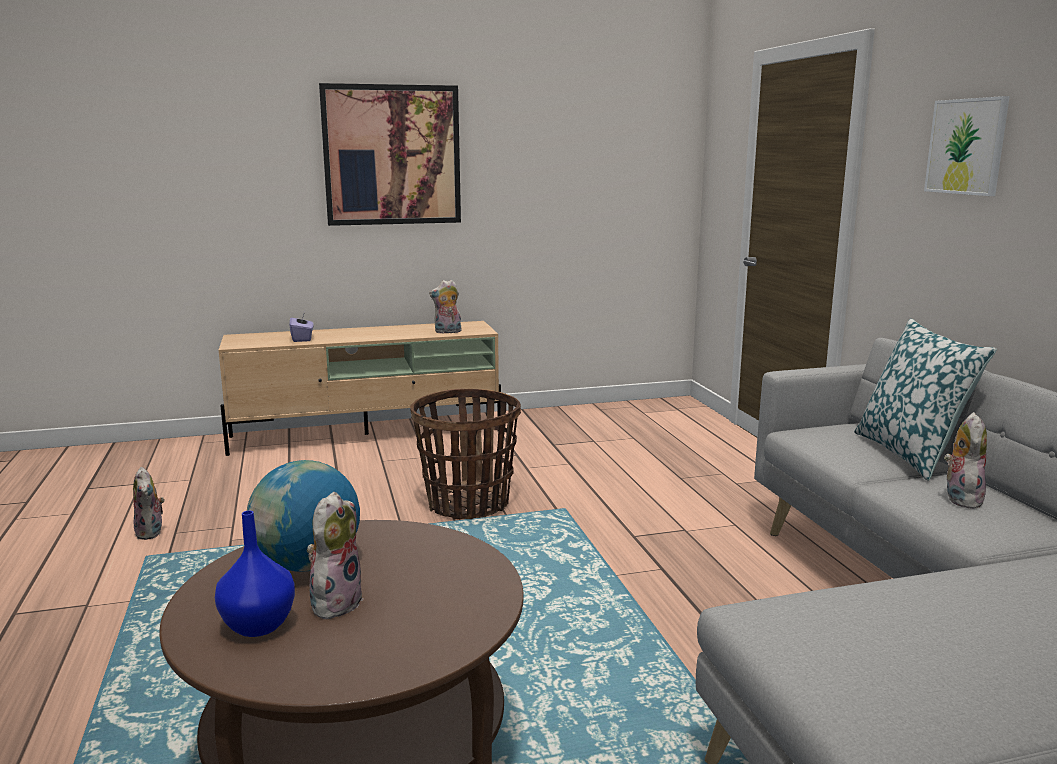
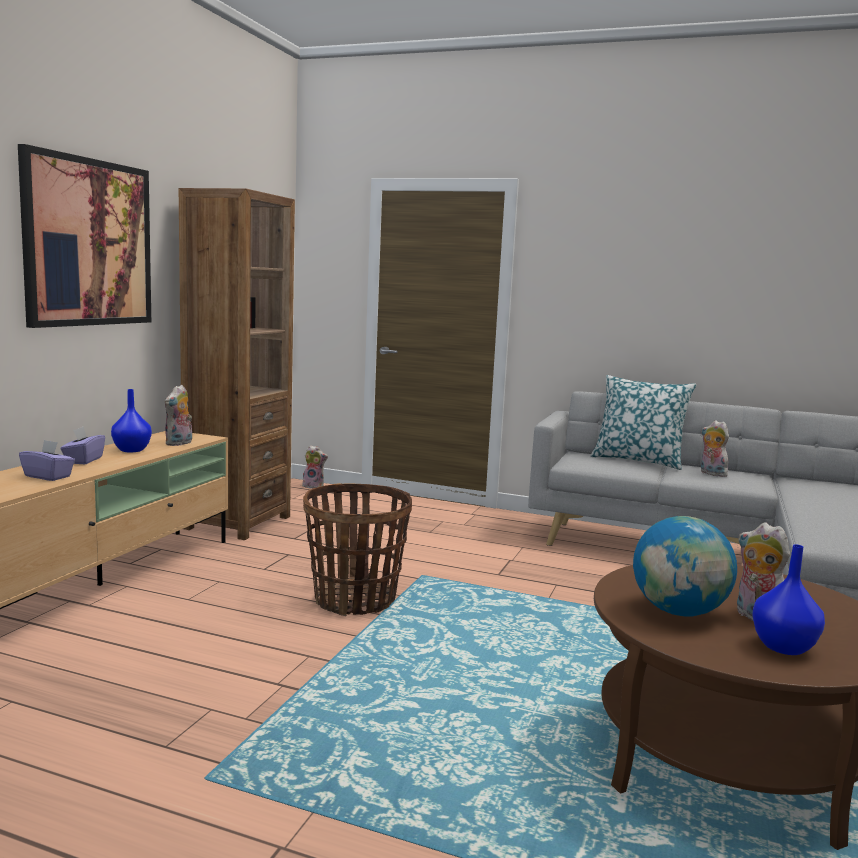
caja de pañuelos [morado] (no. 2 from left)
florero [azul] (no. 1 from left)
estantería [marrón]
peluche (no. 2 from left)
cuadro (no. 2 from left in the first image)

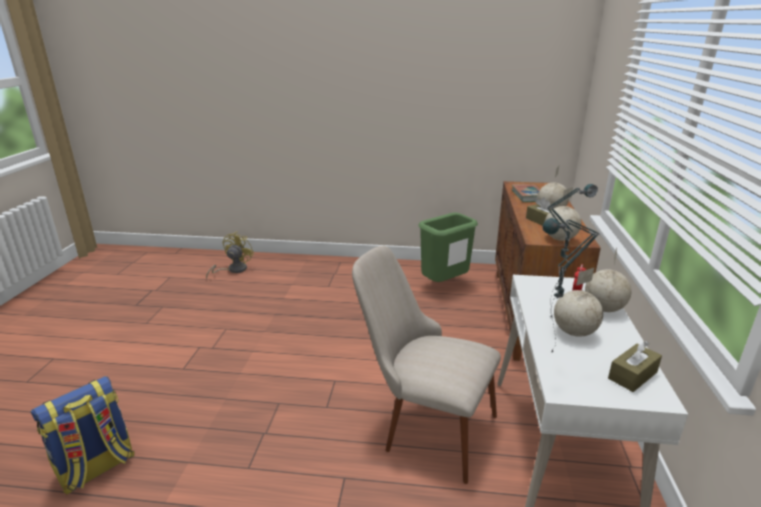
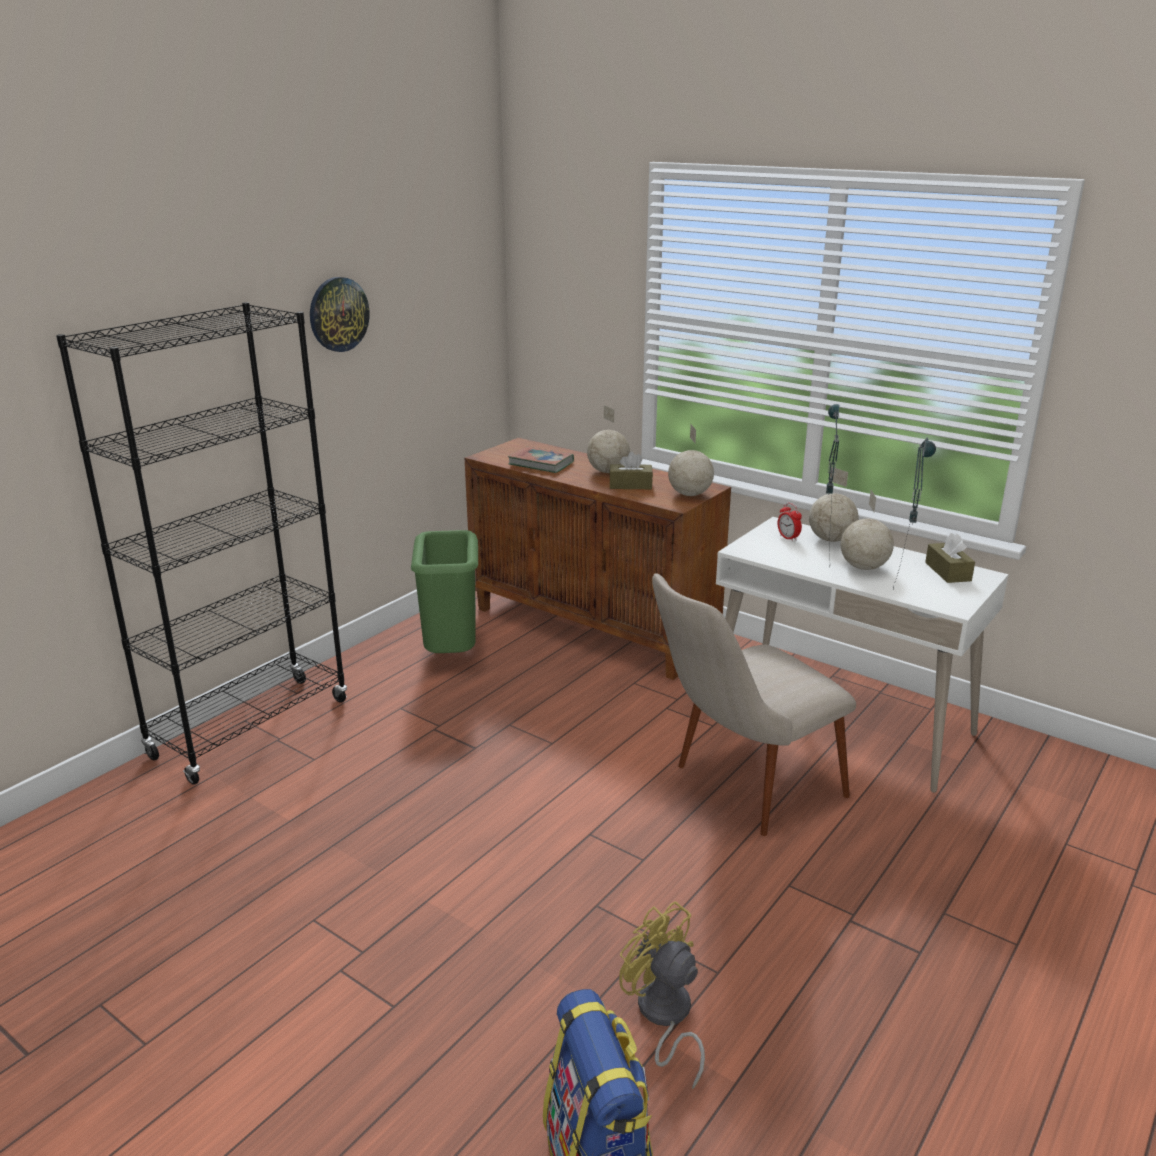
estantería [negro]
reloj de pared
ventilador [amarillo]

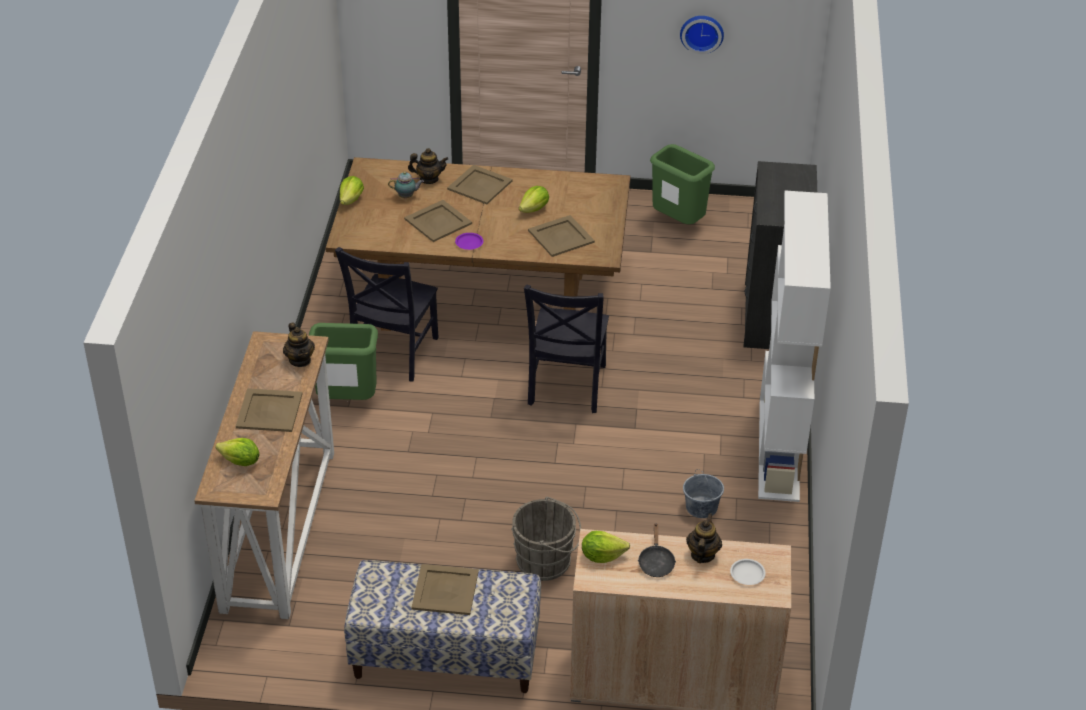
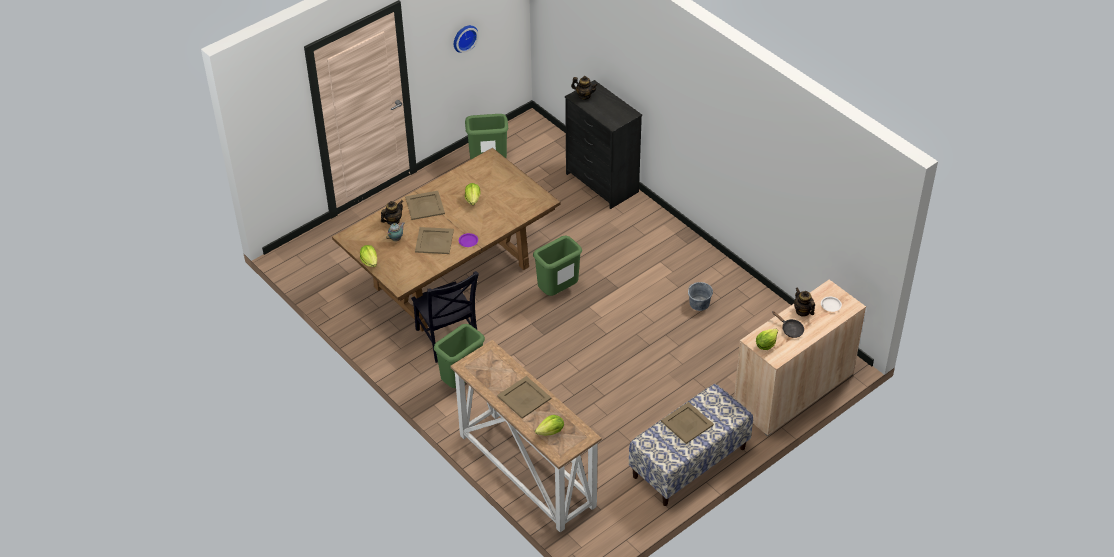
papelera [verde] (no. 3 from left)
tetera (no. 3 from left)
cubo [gris] (no. 1 from left in the first image)
bandeja [beis] (no. 5 from left in the first image)
estantería [blanco]

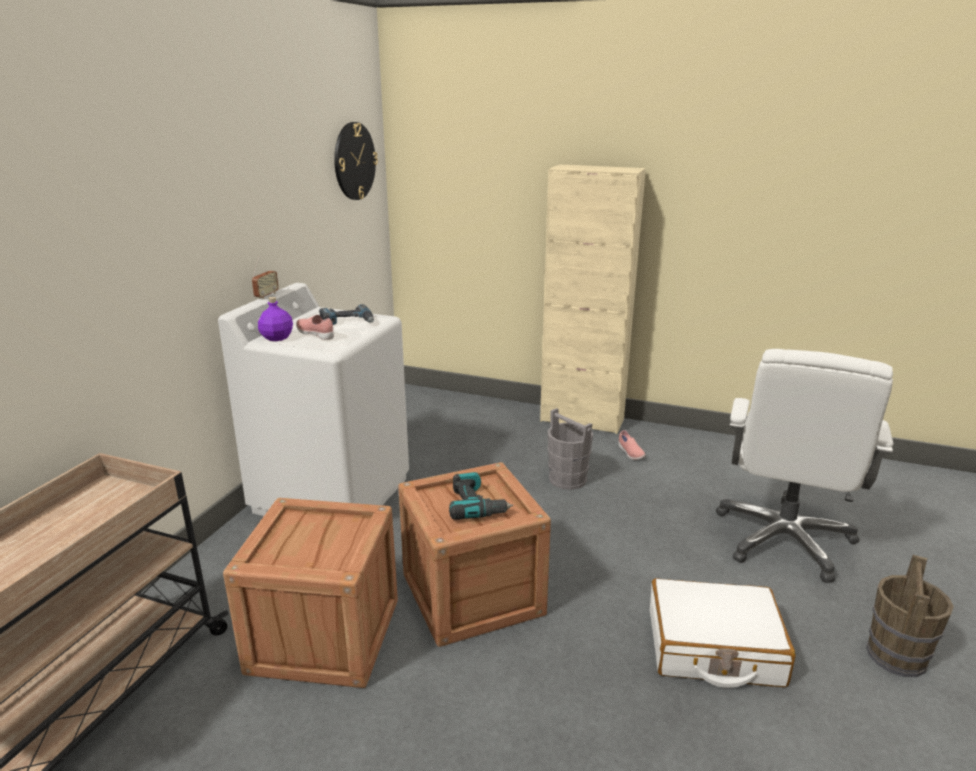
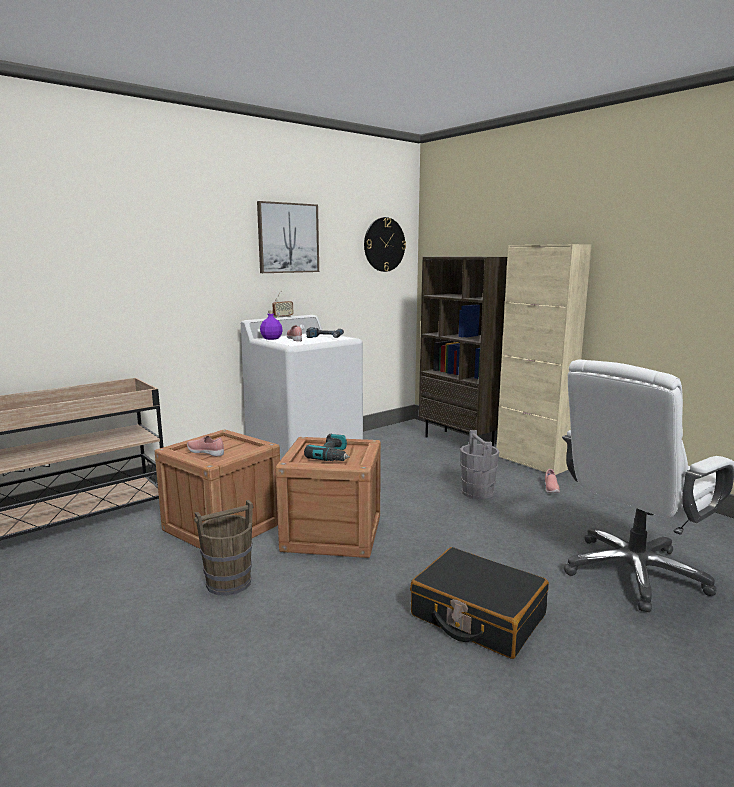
zapato [rosa] (no. 1 from left)
cubo [marrón]
cuadro
maleta [negro]
estantería [marrón]

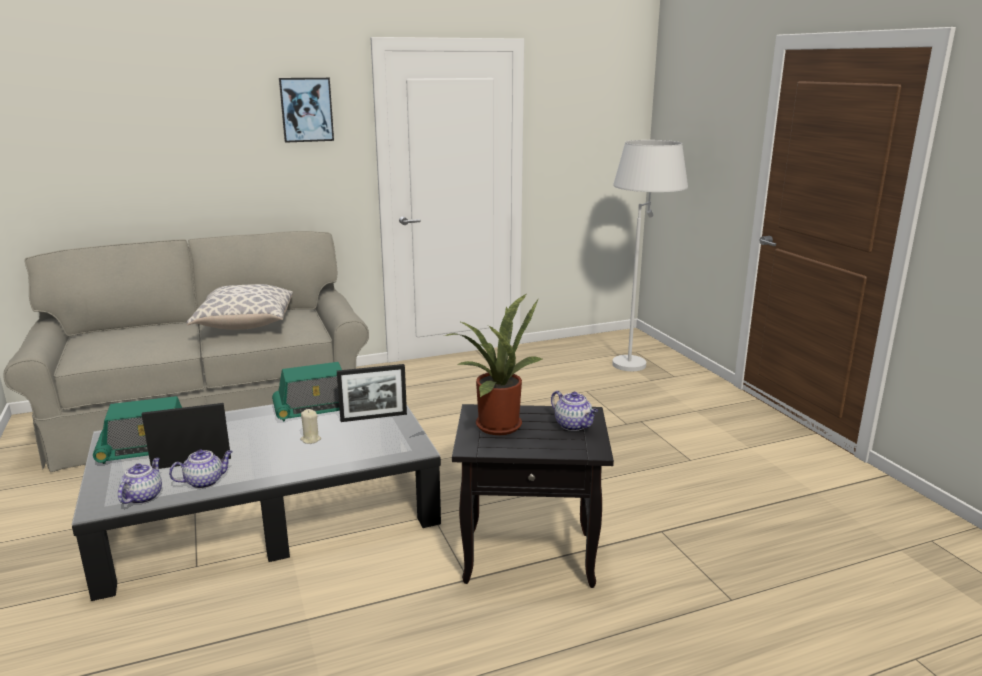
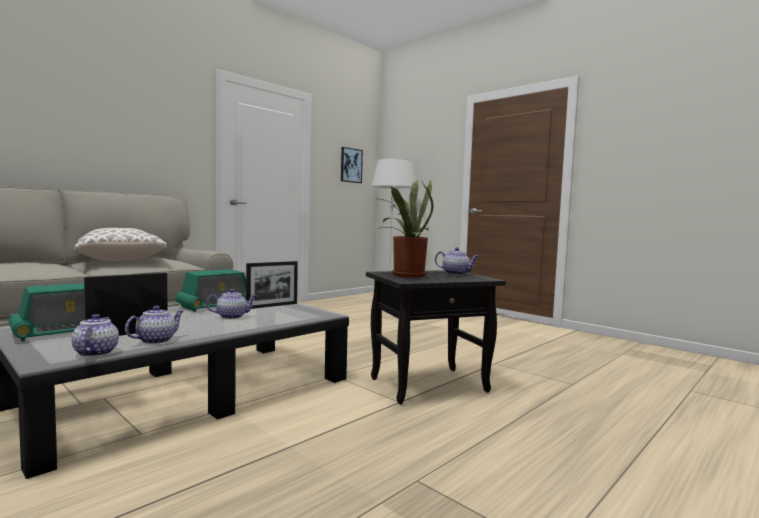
tetera (no. 3 from left)
cuadro

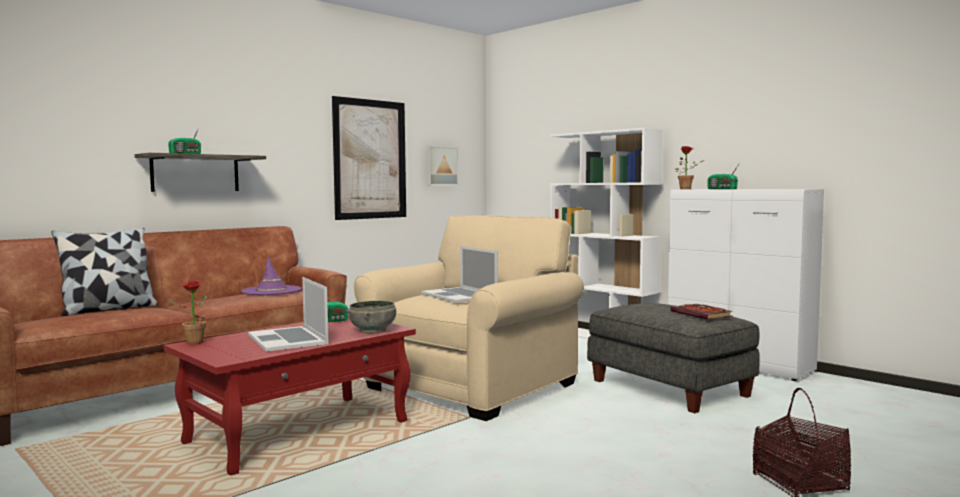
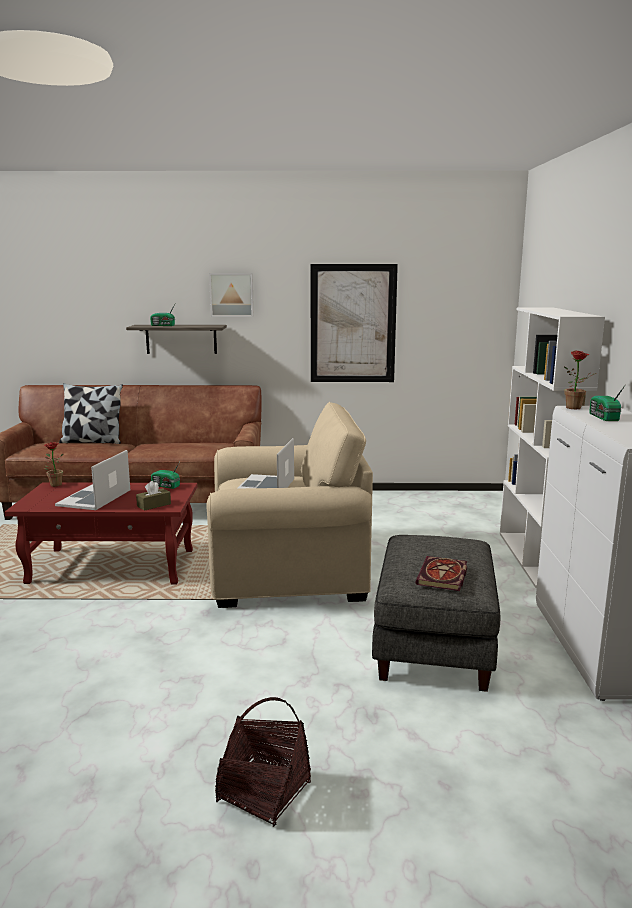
caja de pañuelos [marrón]
cuadro (no. 1 from left)
sombrero [morado]

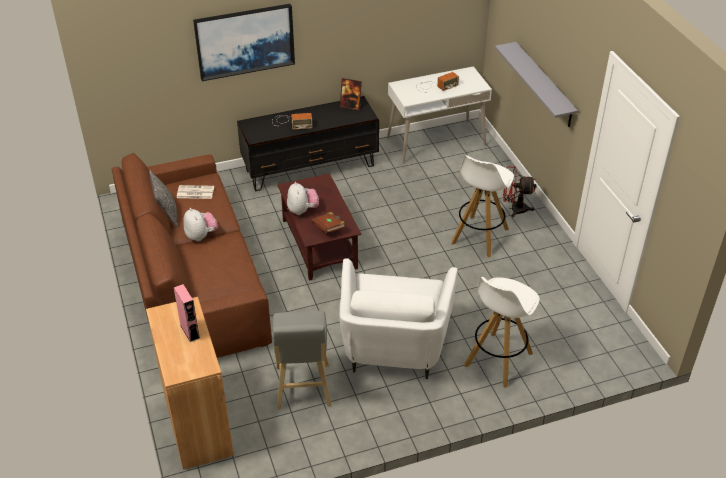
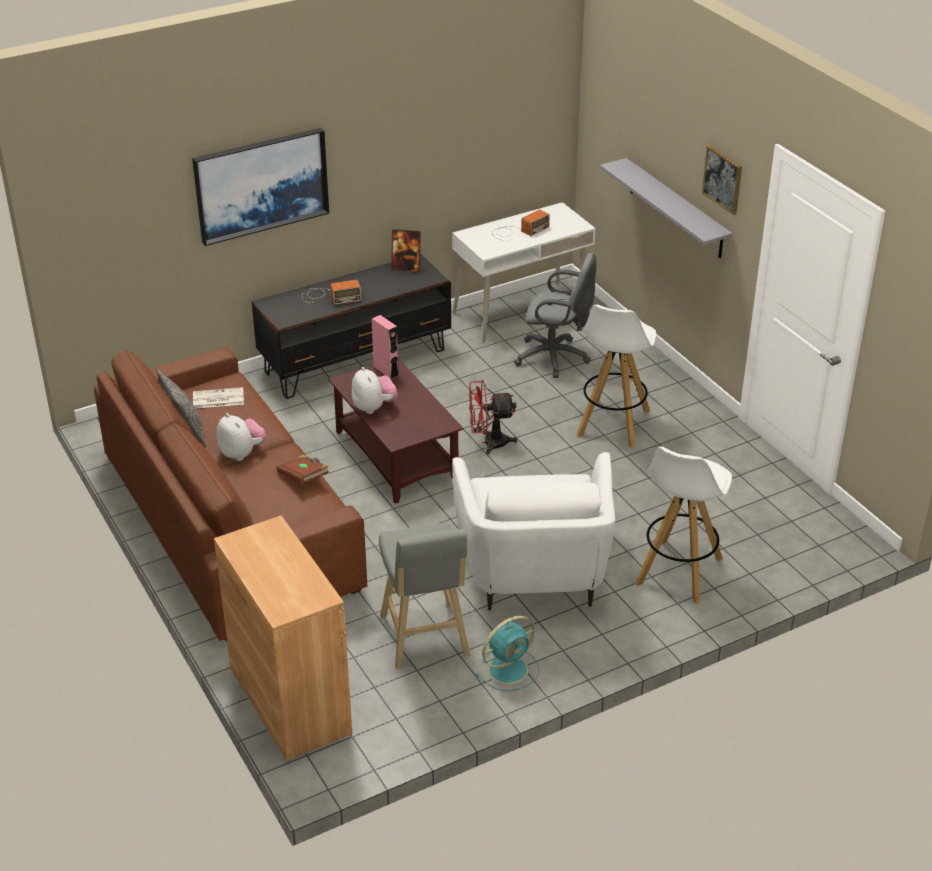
libro [marrón]
altavoz [rosa]
ventilador [rojo]
ventilador [turquesa]
silla de oficina [gris]
cuadro (no. 2 from left)

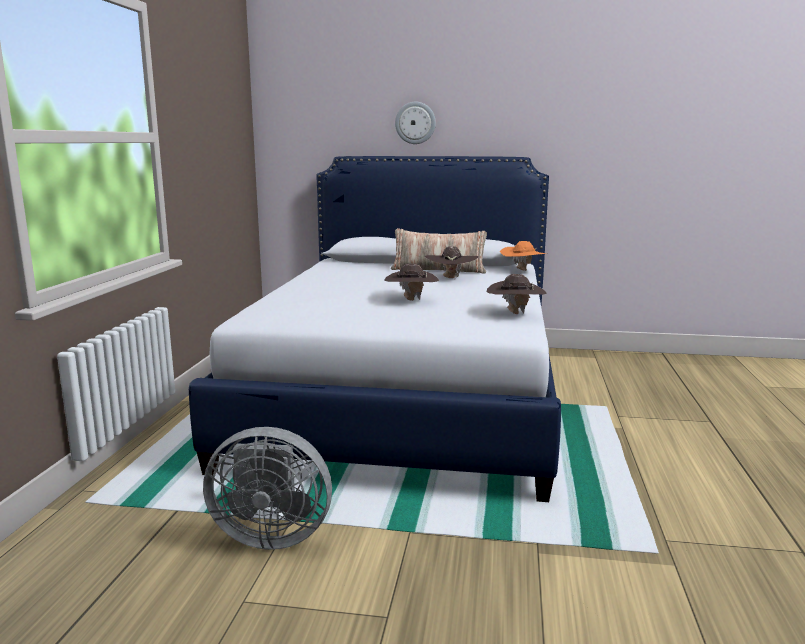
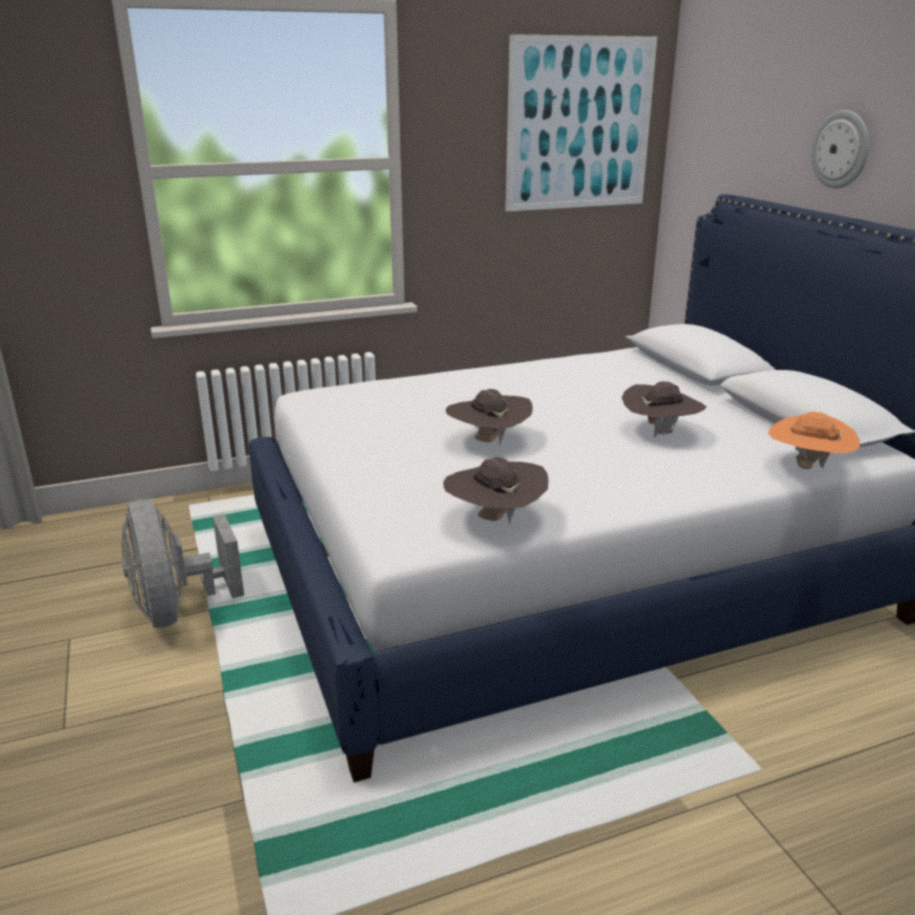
cuadro
cojín

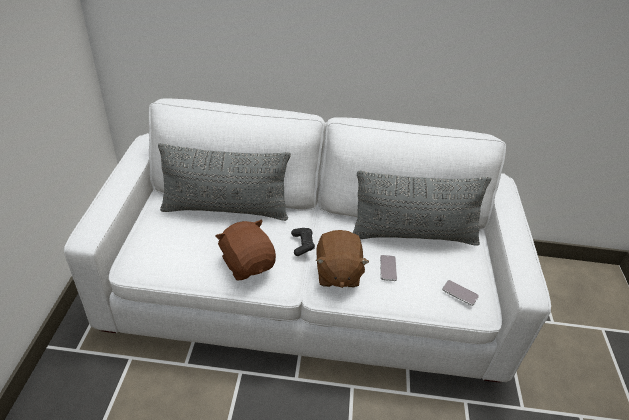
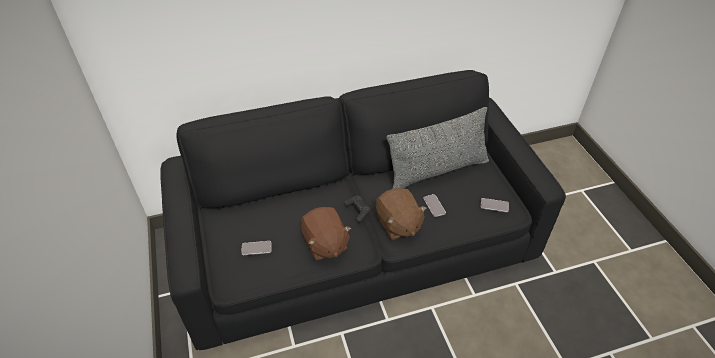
sofá [negro]
móvil (no. 1 from left)
peluche [marrón] (no. 1 from left)
cojín [gris] (no. 1 from left in the first image)

